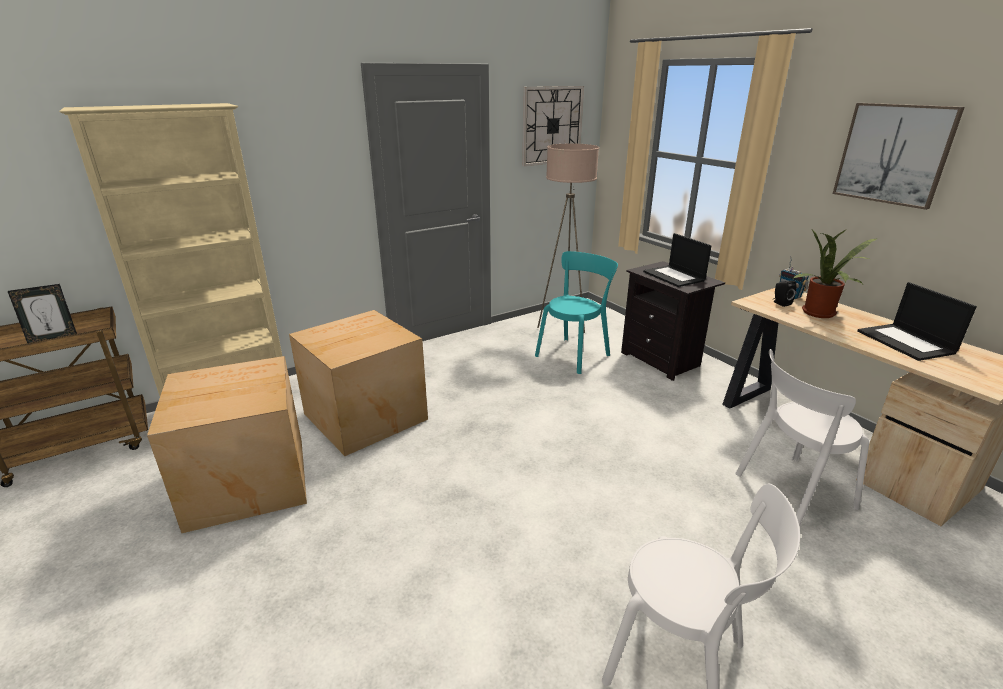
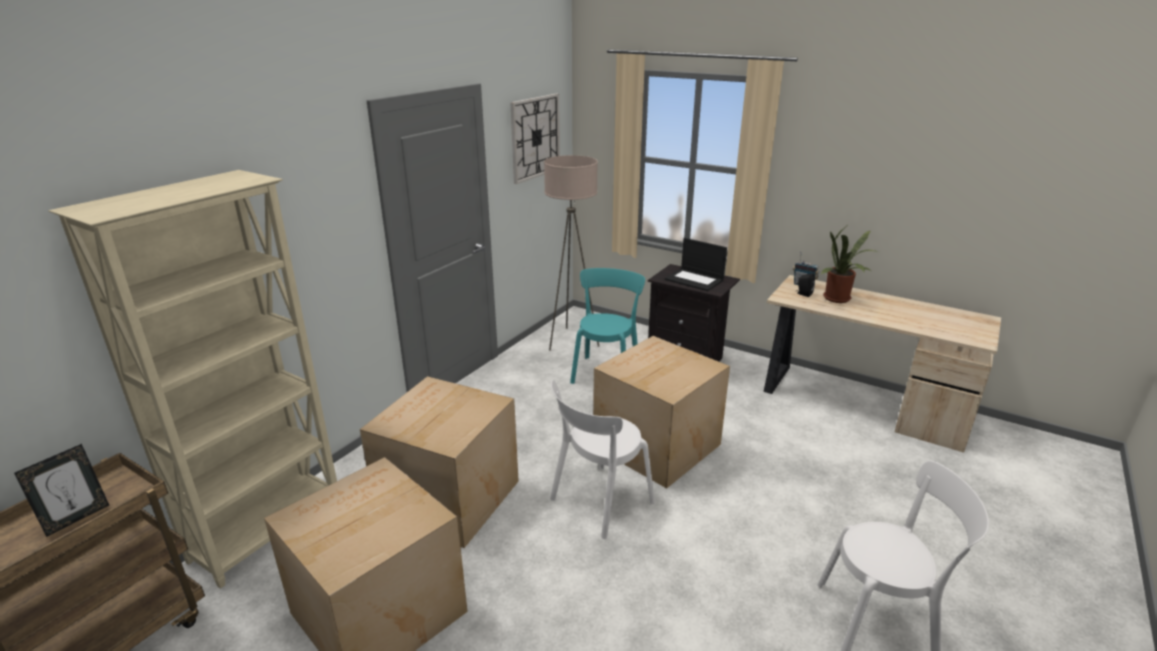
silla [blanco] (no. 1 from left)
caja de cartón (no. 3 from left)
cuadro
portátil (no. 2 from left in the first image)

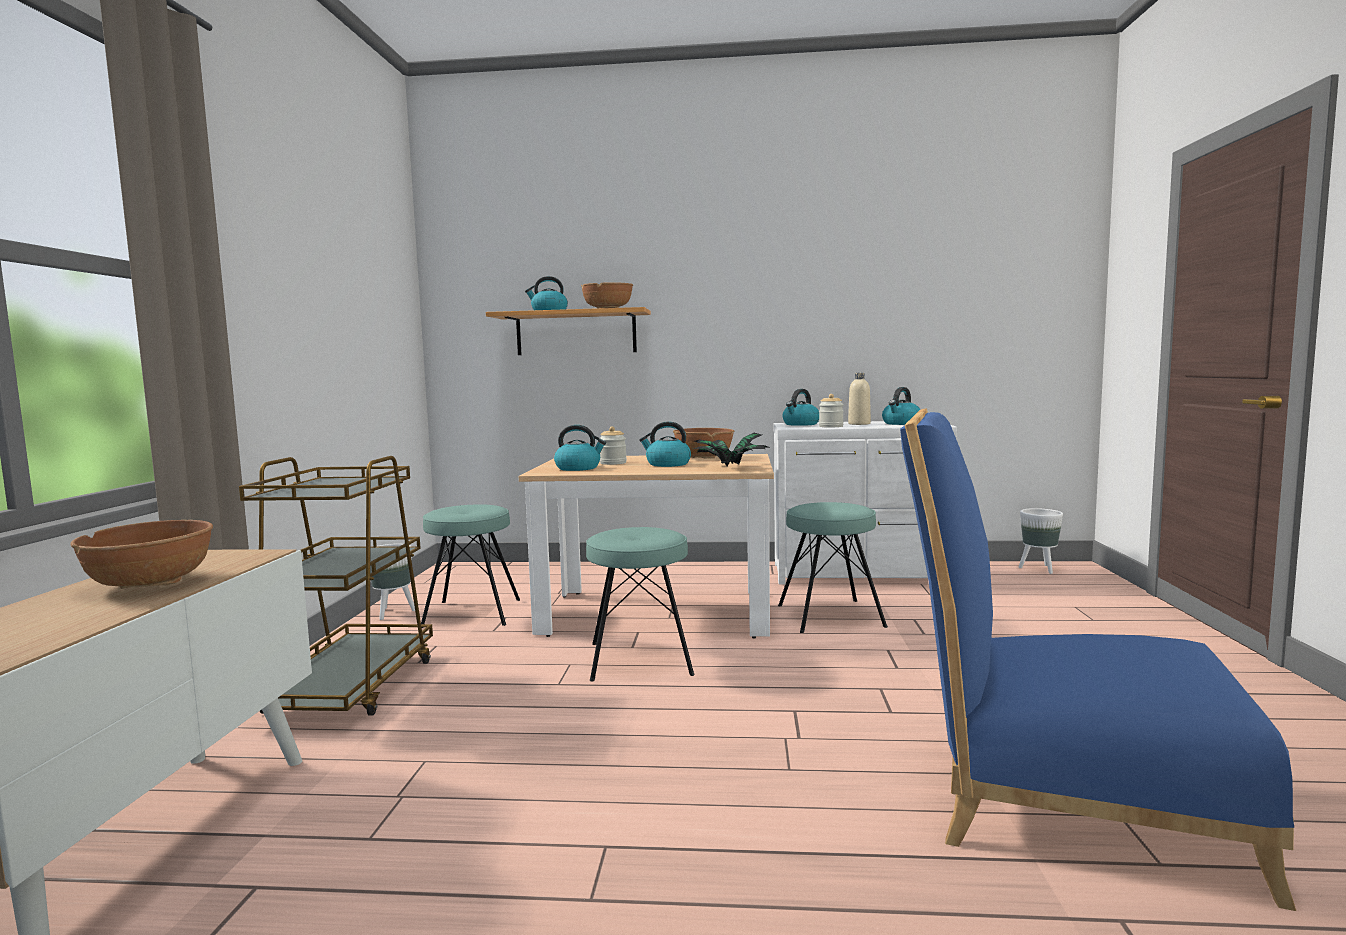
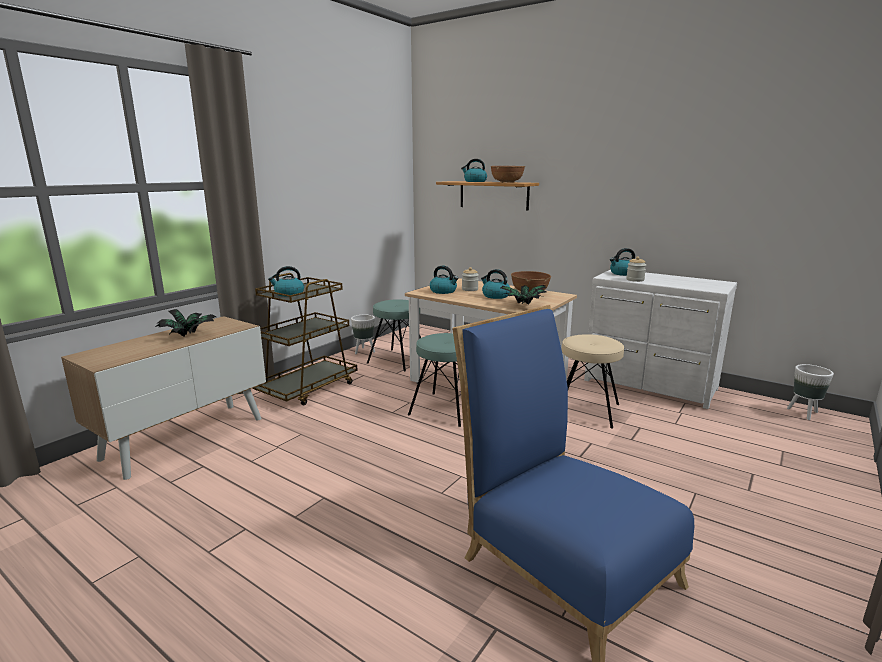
planta en maceta (no. 1 from left)
hervidor (no. 1 from left)
taburete [beis]
botella [beis]

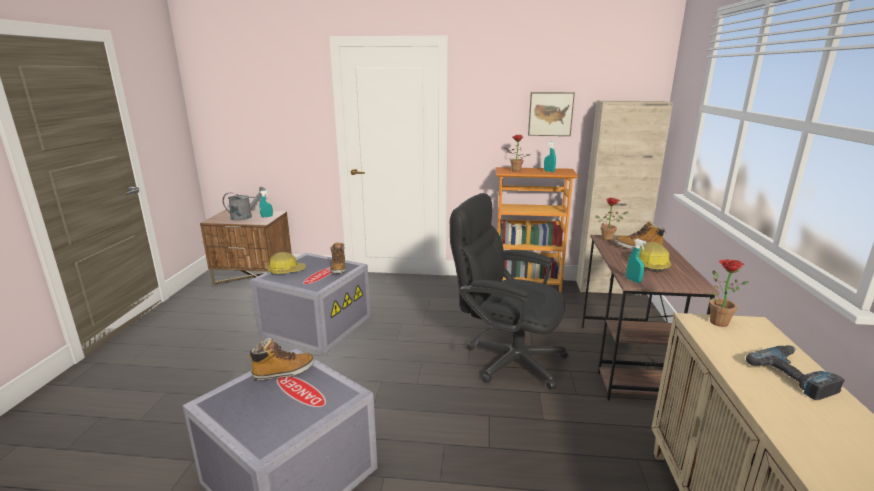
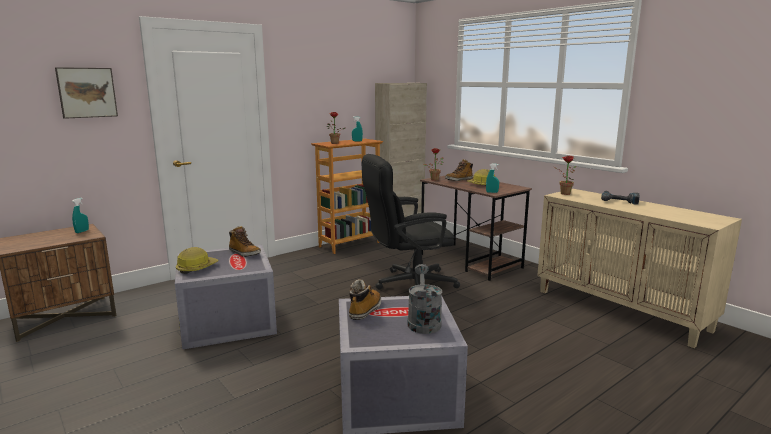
cuadro
regadera [gris]

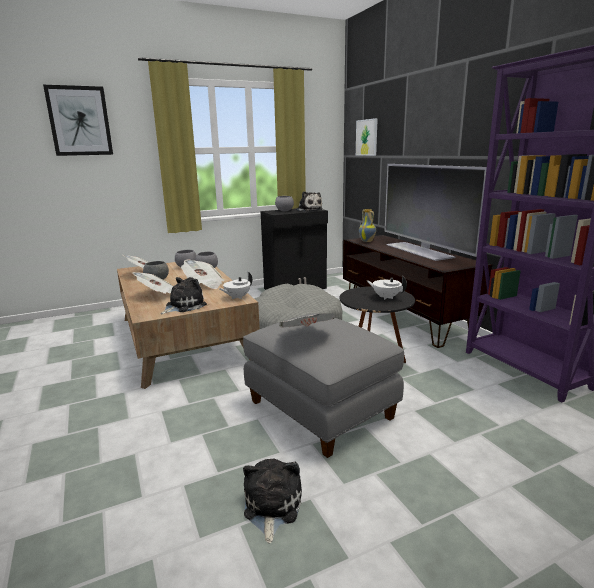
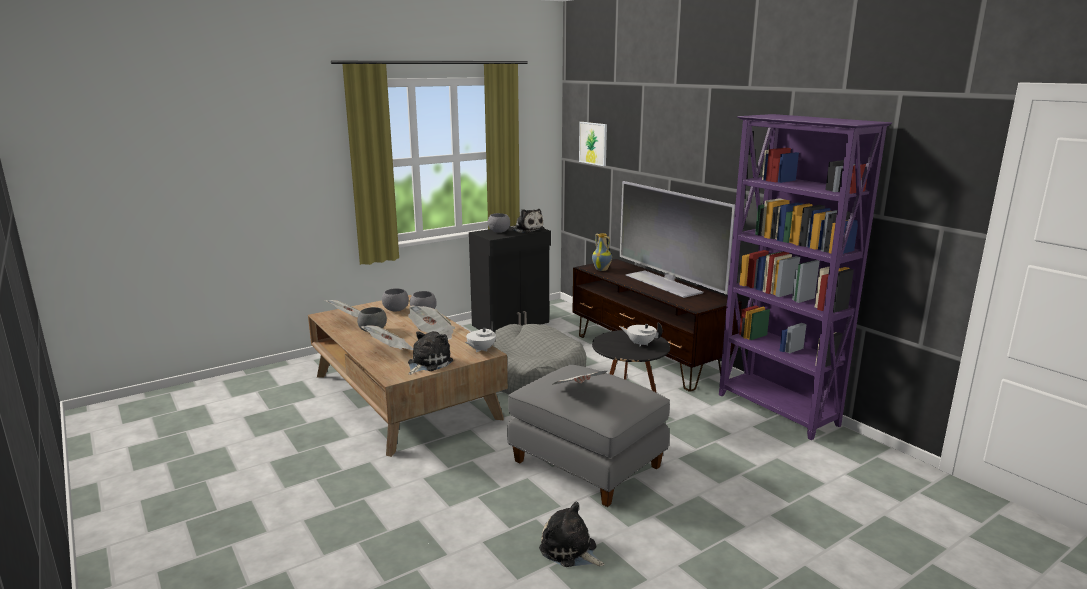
peluche (no. 3 from left)
cuadro (no. 1 from left in the first image)

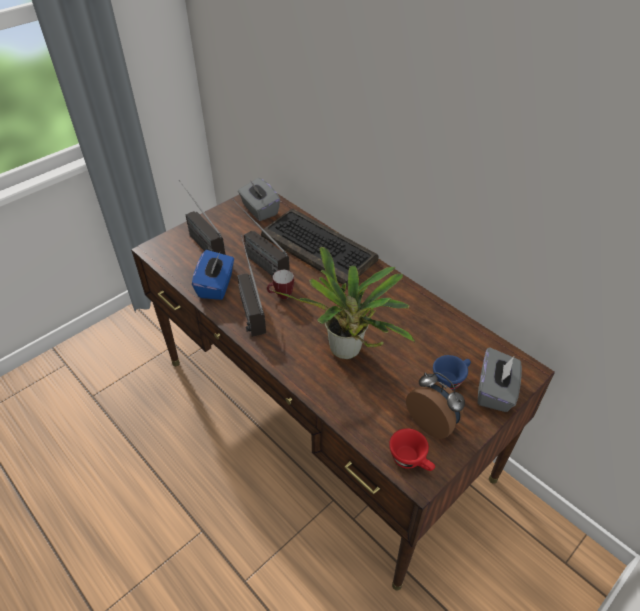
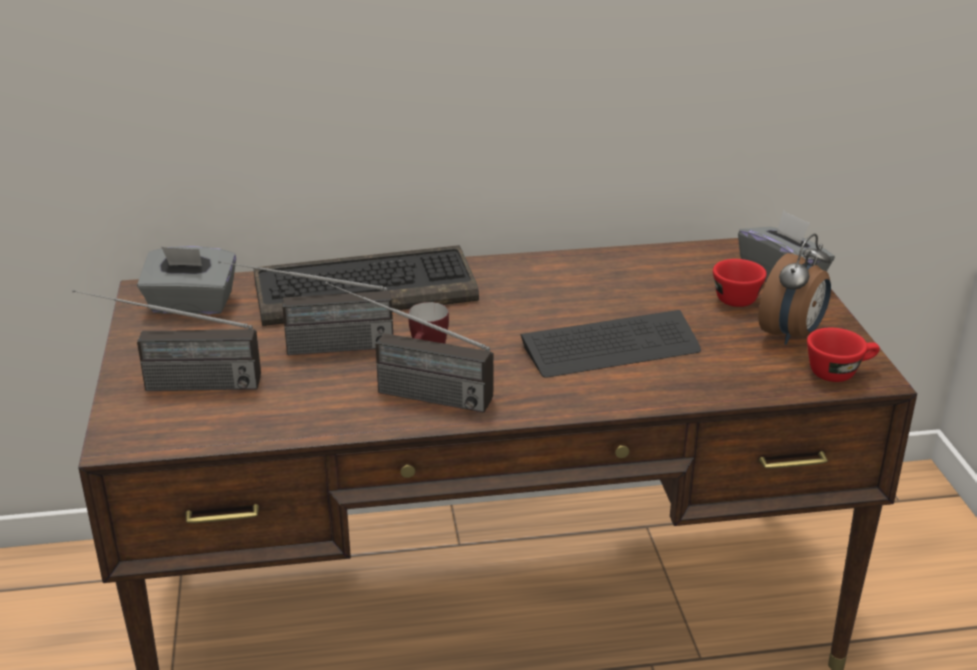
teclado (no. 2 from left)
taza [rojo] (no. 1 from left)
despertador
caja de pañuelos [azul]

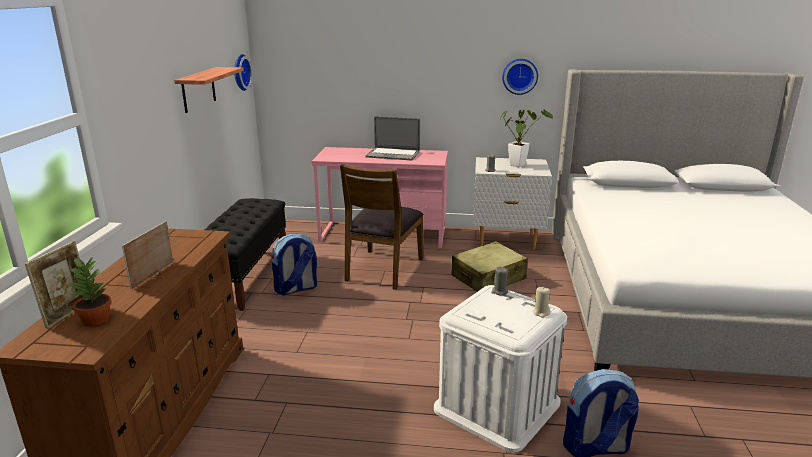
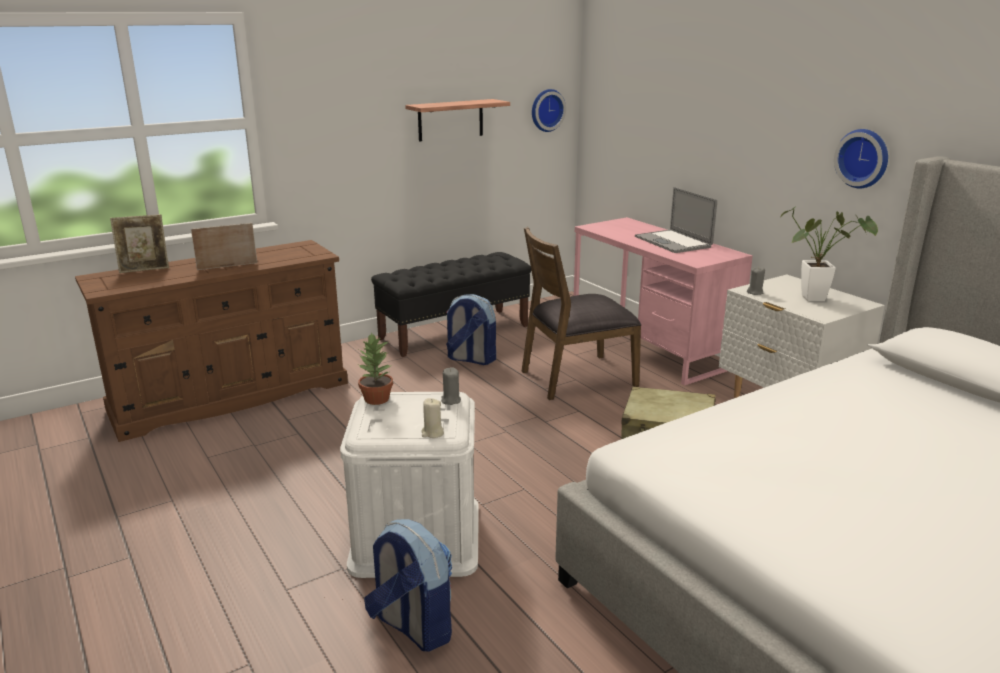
planta en maceta (no. 1 from left)

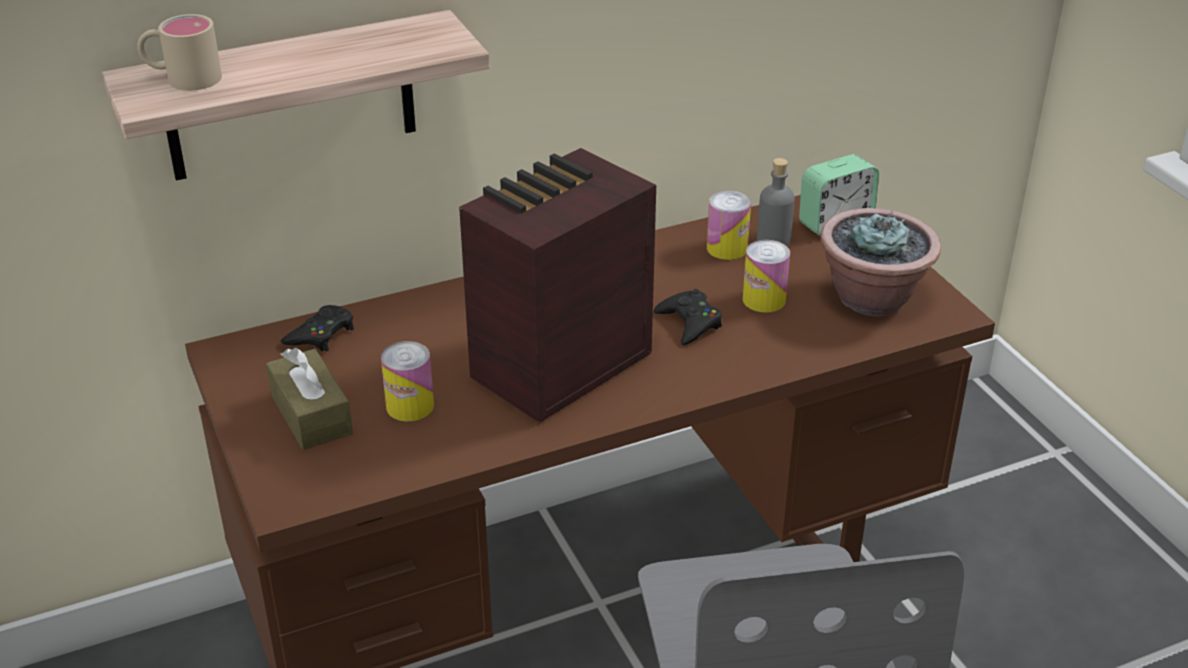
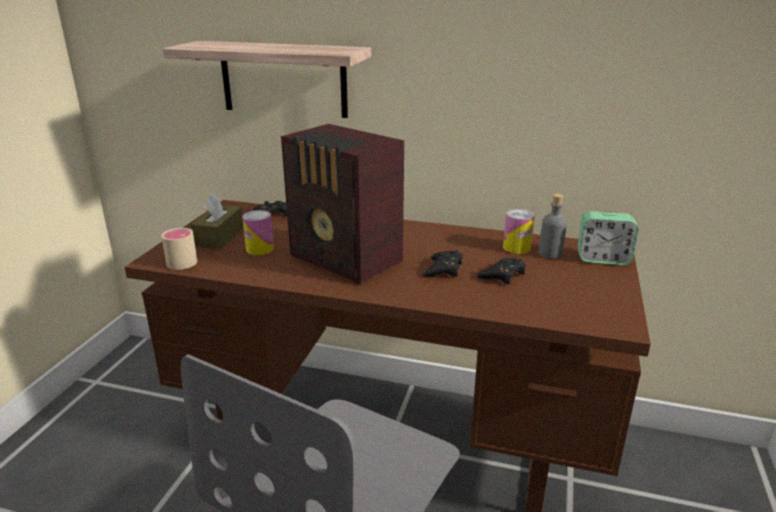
taza grande [beis]
radio
mando de consola [negro] (no. 3 from left)
planta en maceta

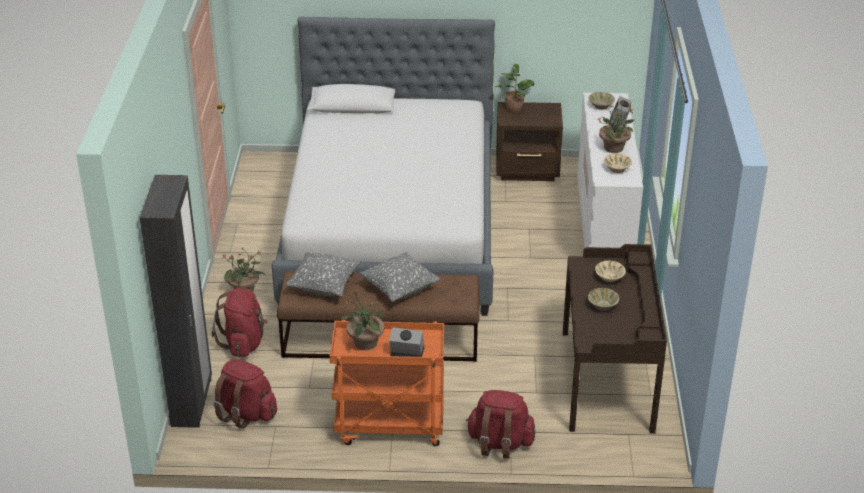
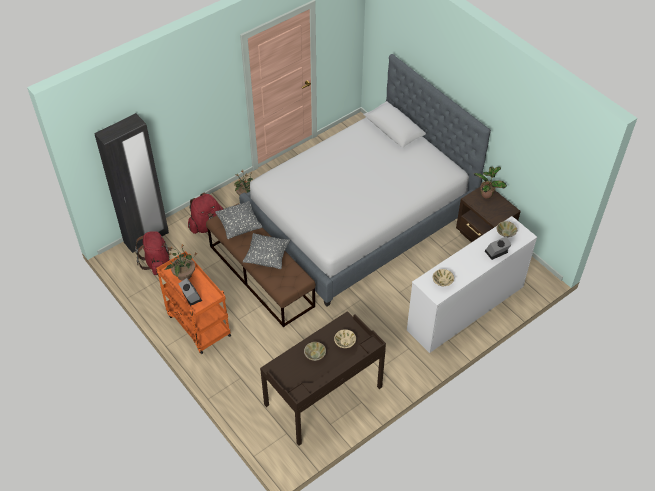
mochila [rojo] (no. 3 from left in the first image)
planta en maceta (no. 4 from left in the first image)

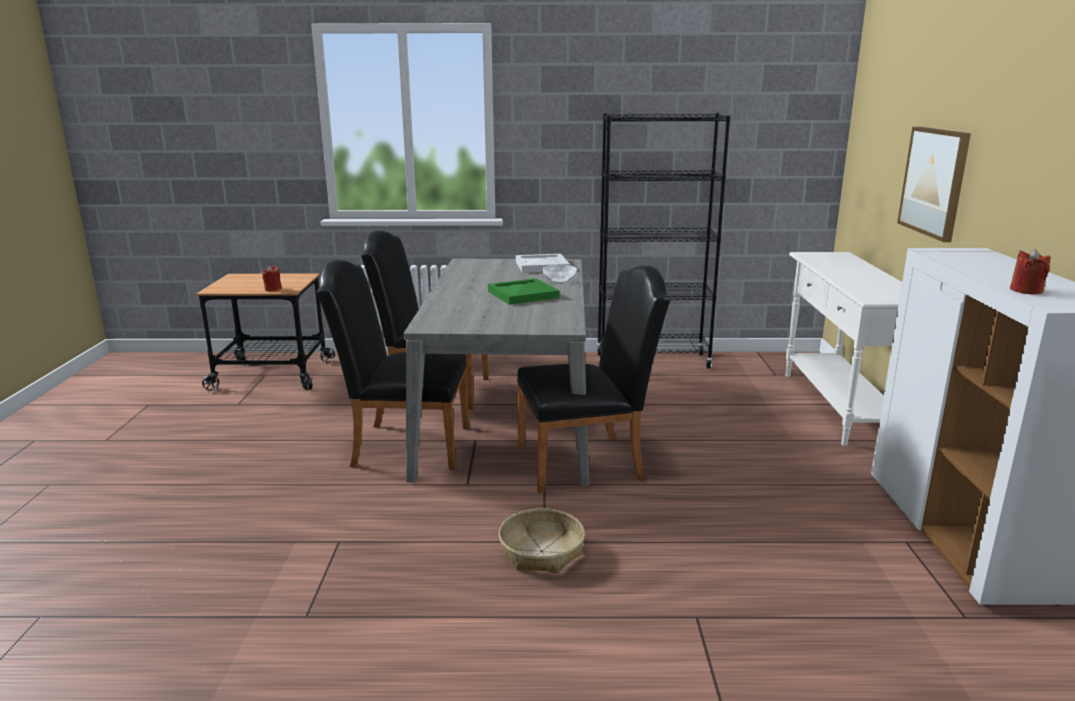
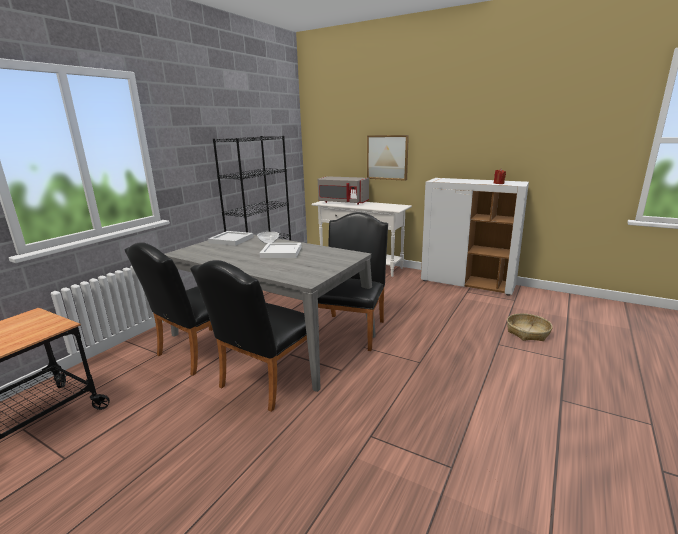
bandeja [blanco] (no. 2 from left)
microondas [gris]
cesta
vela [rojo] (no. 1 from left in the first image)

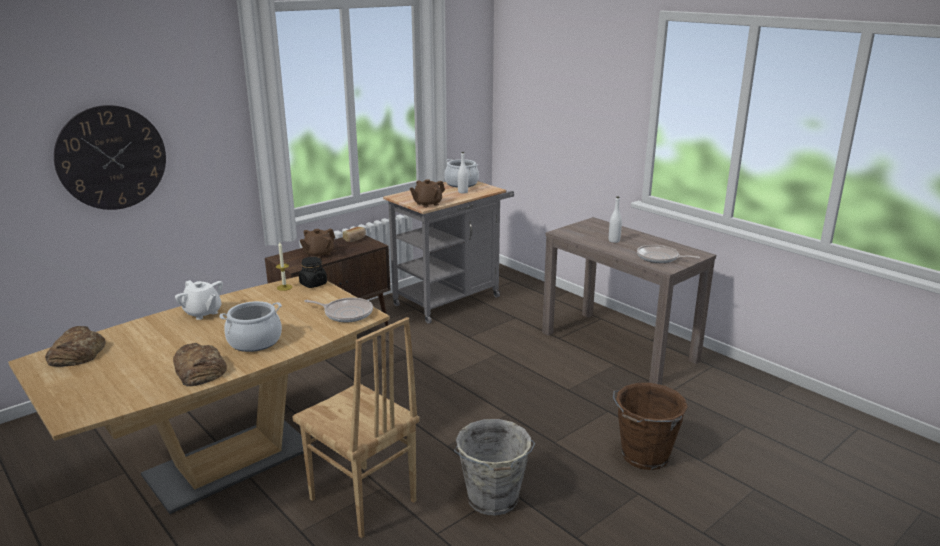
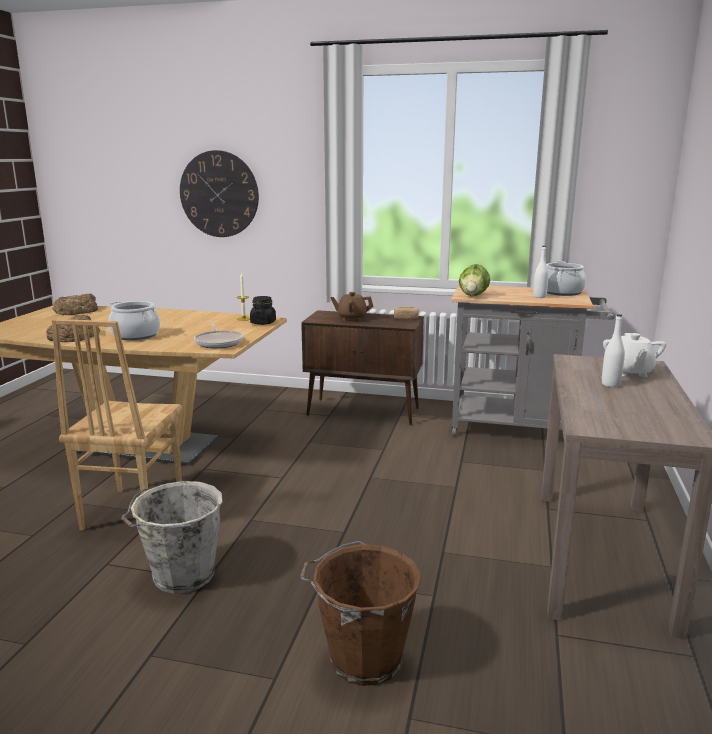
lechuga
tetera [blanco]
sartén (no. 2 from left in the first image)

